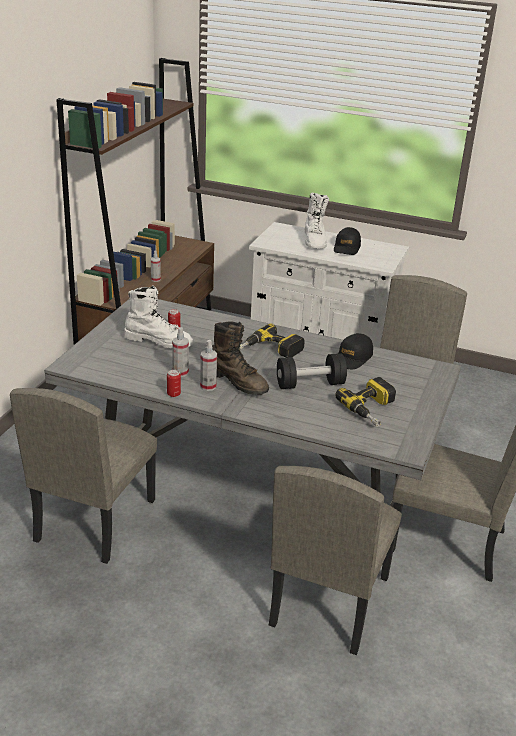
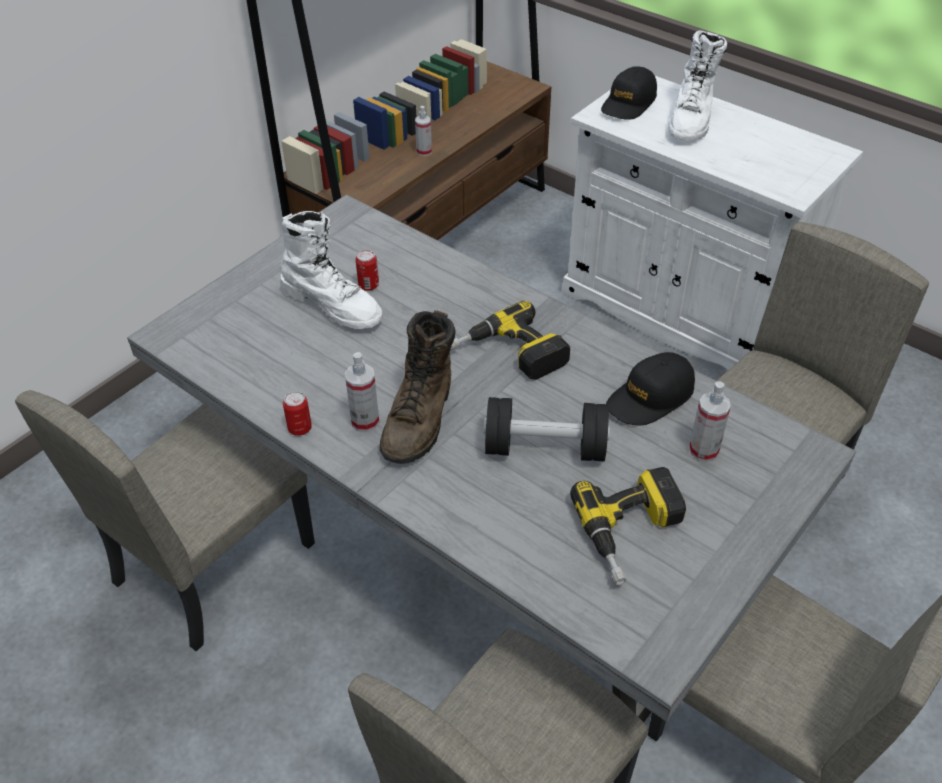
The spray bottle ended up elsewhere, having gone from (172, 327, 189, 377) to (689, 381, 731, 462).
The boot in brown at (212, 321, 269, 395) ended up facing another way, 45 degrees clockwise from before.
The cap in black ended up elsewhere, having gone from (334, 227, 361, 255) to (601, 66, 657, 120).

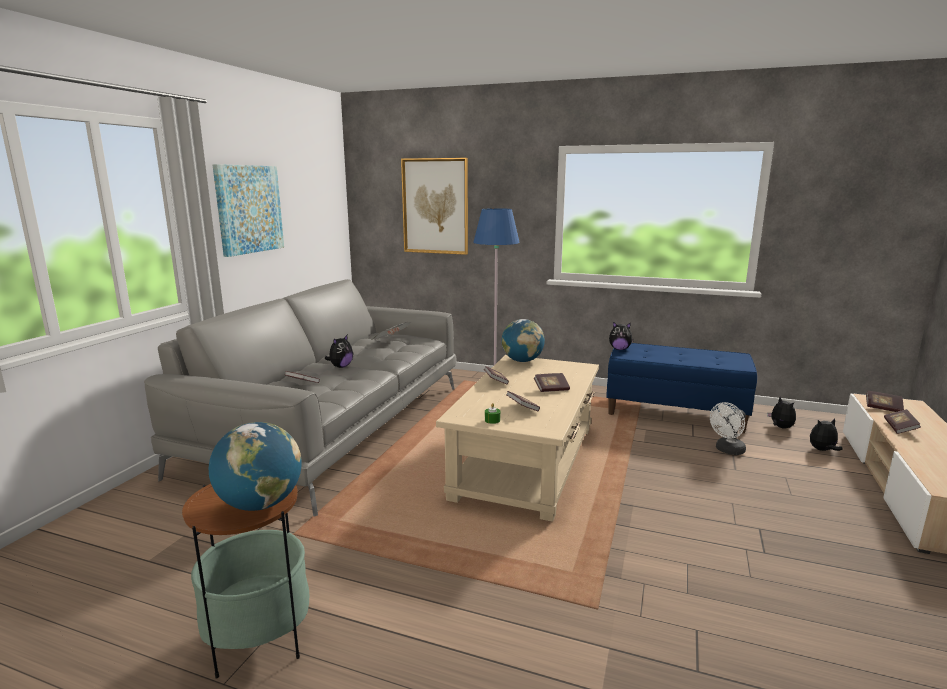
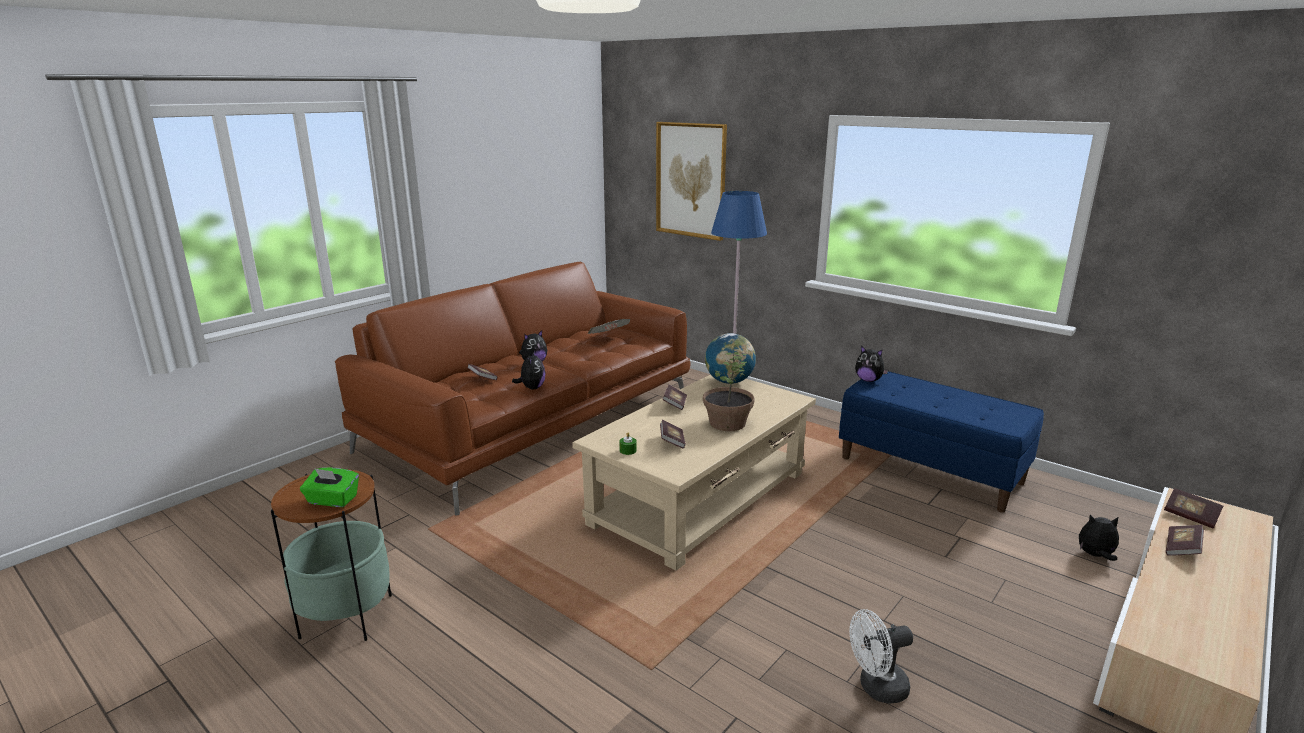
What was the sofa in grey at (144, 279, 457, 517) turned into the sofa in brown at (335, 262, 691, 516).
Where the globe stood at (209, 422, 302, 511), the tissue box in green came to stand at (300, 467, 359, 507).
The second view lost the picture at (213, 164, 284, 257).
Where the book stood at (534, 373, 570, 392), the potted plant came to stand at (703, 352, 755, 431).
The fan in white ended up elsewhere, having gone from (710, 402, 746, 455) to (849, 609, 913, 704).
The plush toy ended up elsewhere, having gone from (767, 397, 796, 429) to (512, 351, 546, 389).

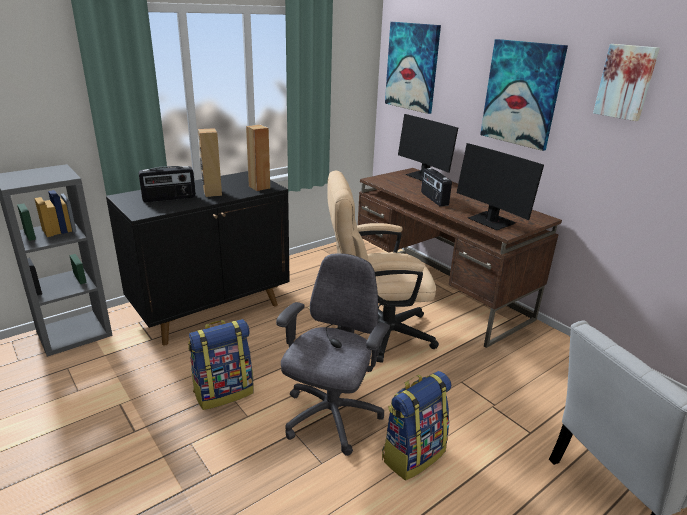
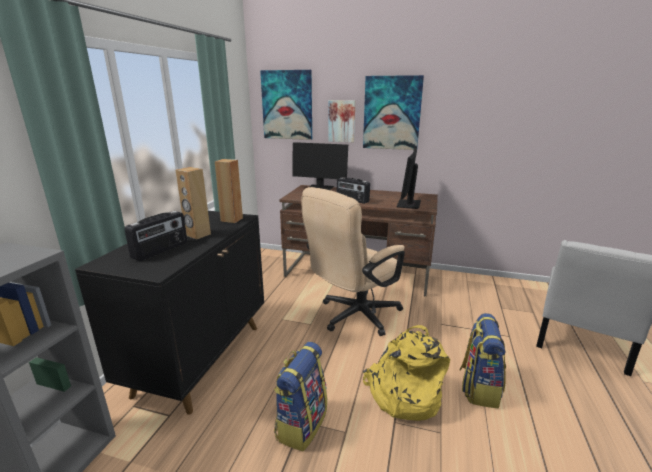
Where the office chair in grey stood at (276, 254, 390, 456), the backpack in yellow came to stand at (363, 325, 450, 421).
The monitor at (457, 143, 544, 230) ended up facing another way, 90 degrees clockwise from before.
The picture ended up elsewhere, having gone from (593, 44, 660, 121) to (328, 100, 355, 142).

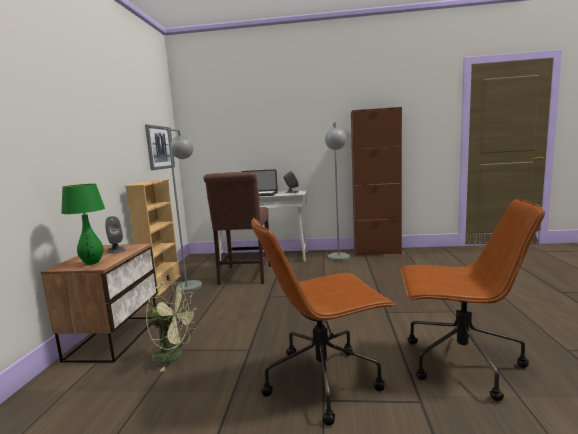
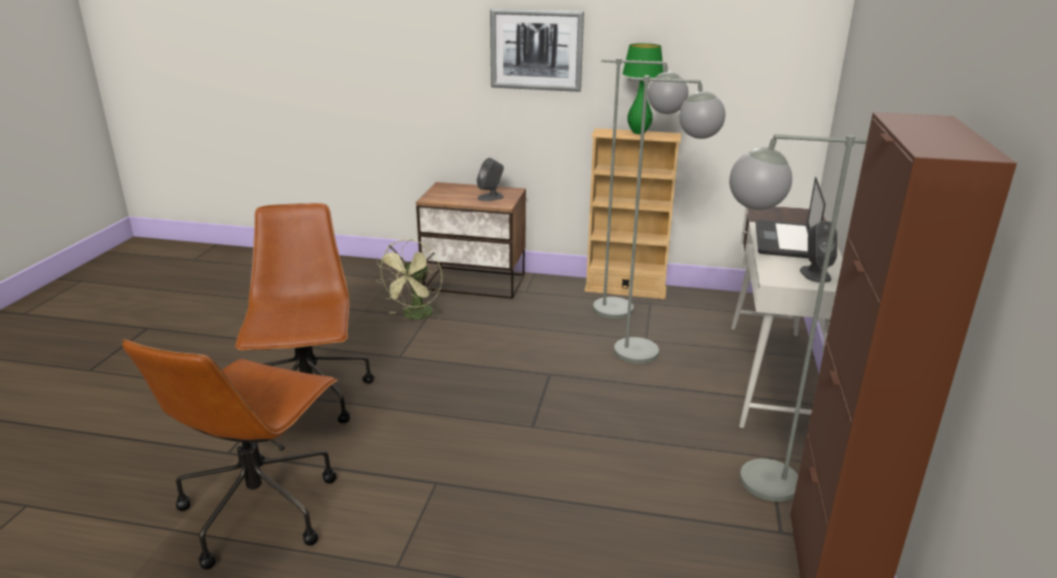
The table lamp in green ended up elsewhere, having gone from (61, 184, 105, 265) to (622, 43, 664, 134).
The picture ended up elsewhere, having gone from (145, 125, 175, 170) to (490, 8, 584, 92).
Where the chair in brown stood at (204, 172, 271, 285), the floor lamp in grey came to stand at (614, 75, 726, 364).

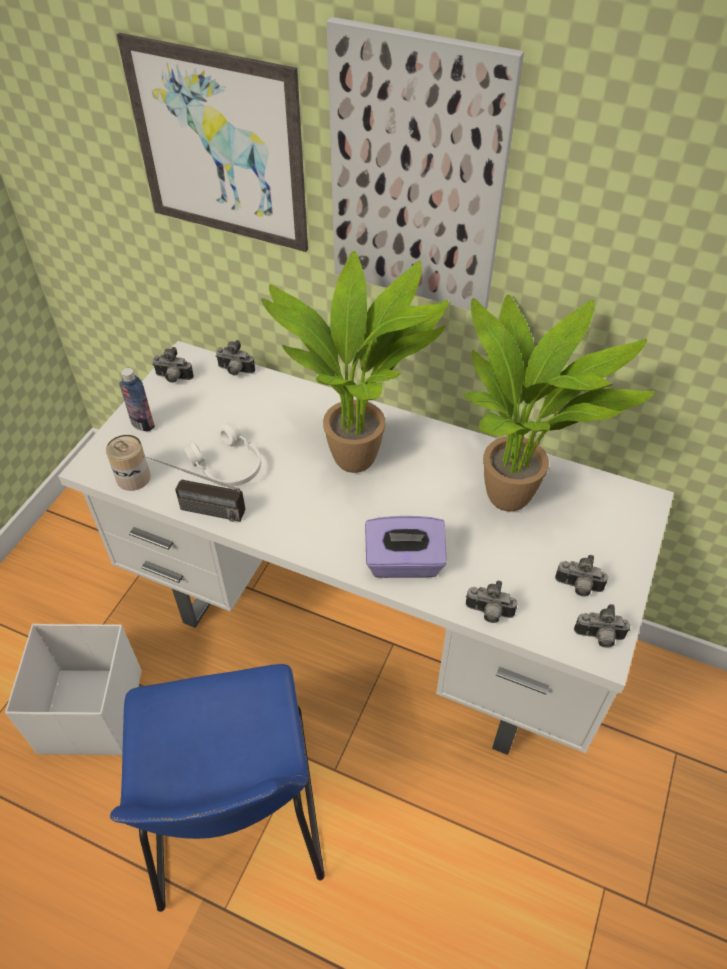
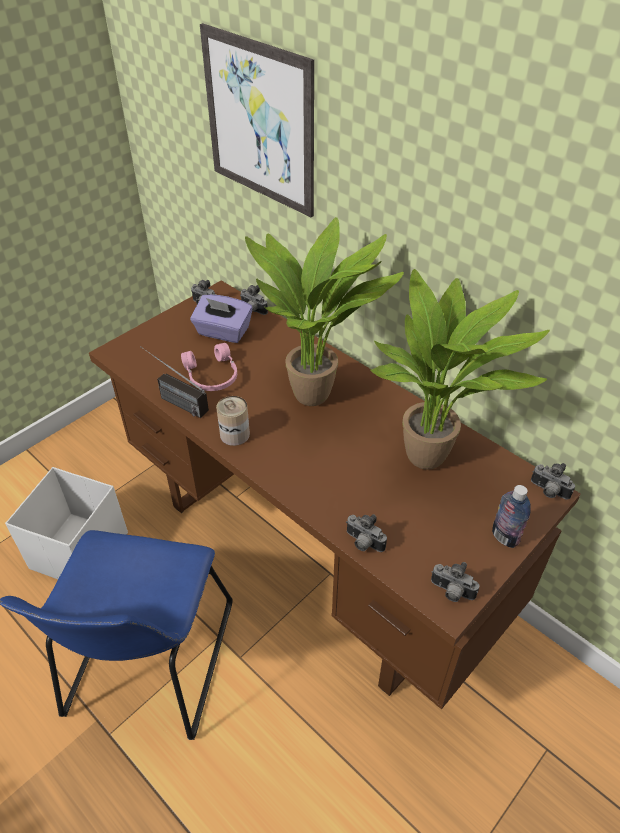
What was the desk in white at (58, 341, 674, 755) turned into the desk in brown at (89, 280, 581, 709).
The can ended up elsewhere, having gone from (106, 435, 151, 491) to (216, 396, 250, 446).
The bottle ended up elsewhere, having gone from (119, 368, 155, 431) to (492, 485, 531, 548).
What was the headphones in white at (183, 422, 261, 487) turned into the headphones in pink at (181, 343, 237, 391).
The second view lost the picture at (327, 17, 524, 310).
The tissue box in purple ended up elsewhere, having gone from (365, 516, 447, 578) to (190, 294, 253, 343).
The photo camera ended up elsewhere, having gone from (555, 555, 608, 597) to (531, 463, 575, 500).

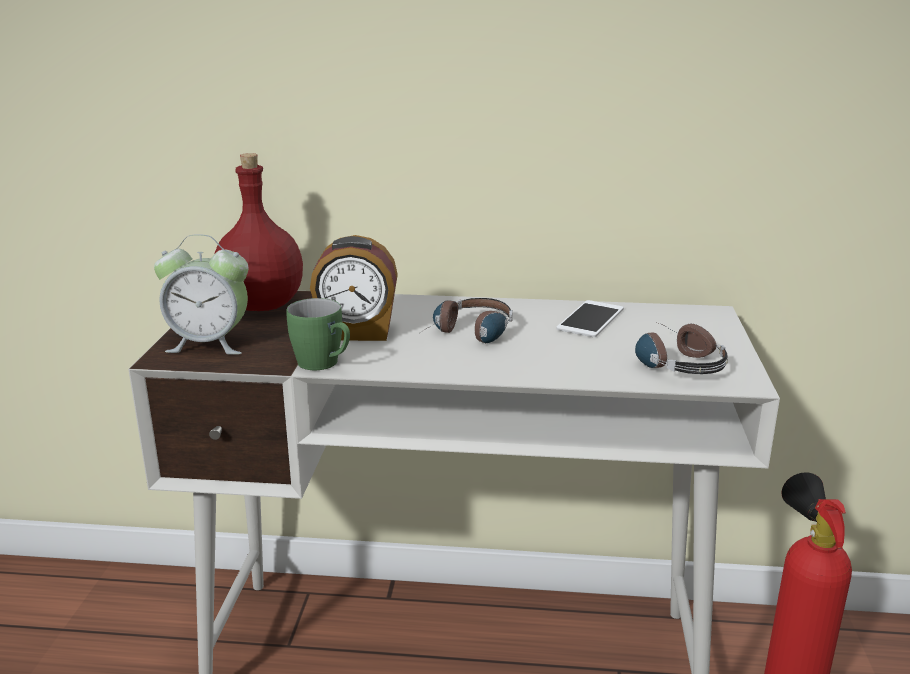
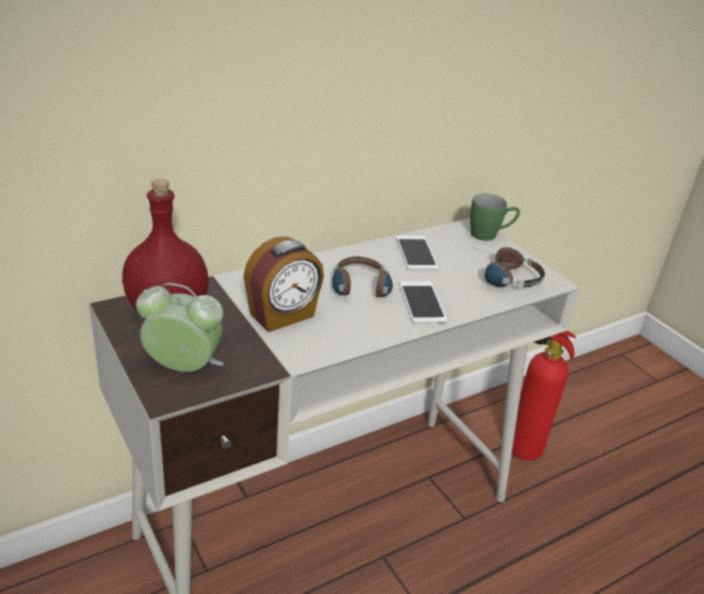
The alarm clock at (154, 234, 248, 355) ended up facing another way, 135 degrees counterclockwise from before.
The mug in green ended up elsewhere, having gone from (286, 298, 350, 370) to (470, 194, 520, 241).
The second view gained the phone at (399, 281, 447, 323).

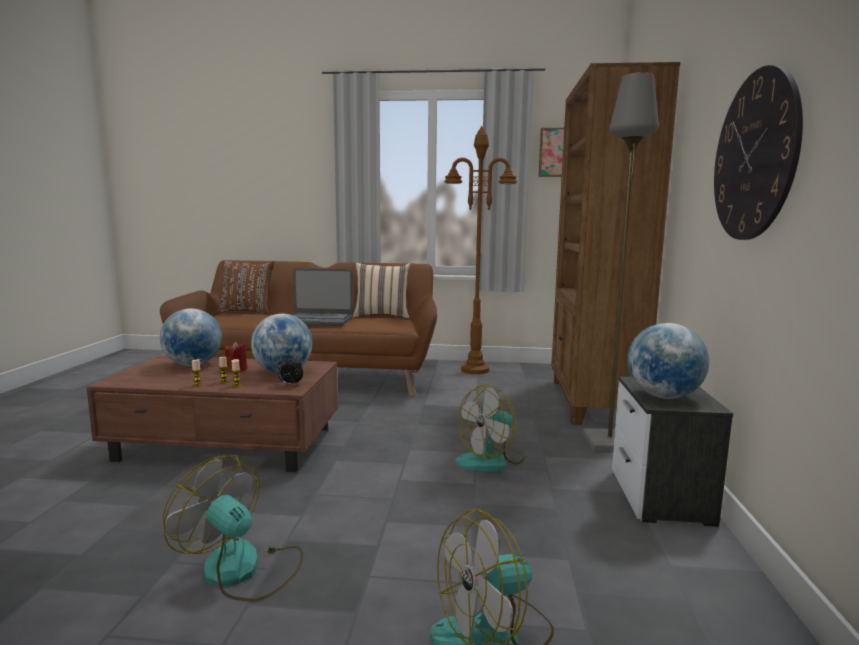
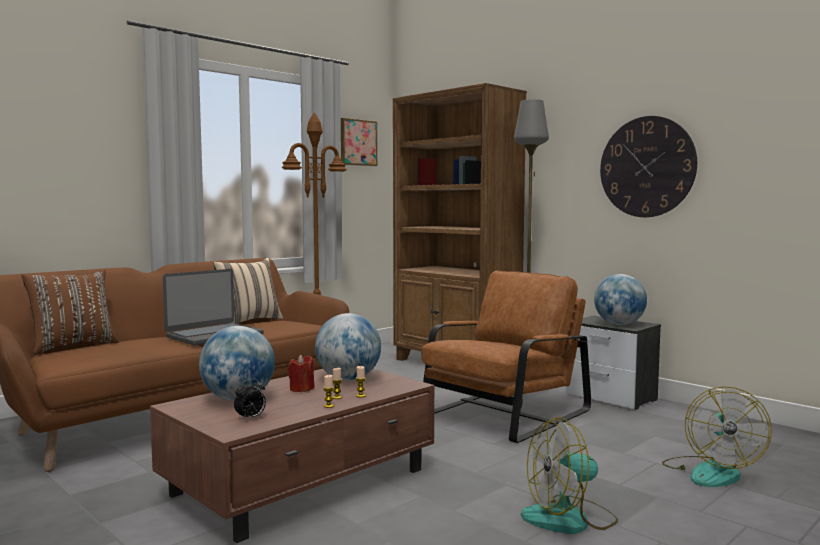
The alarm clock ended up elsewhere, having gone from (278, 354, 304, 385) to (234, 379, 266, 421).
Where the fan stood at (455, 384, 525, 472), the armchair in brown came to stand at (421, 270, 591, 443).

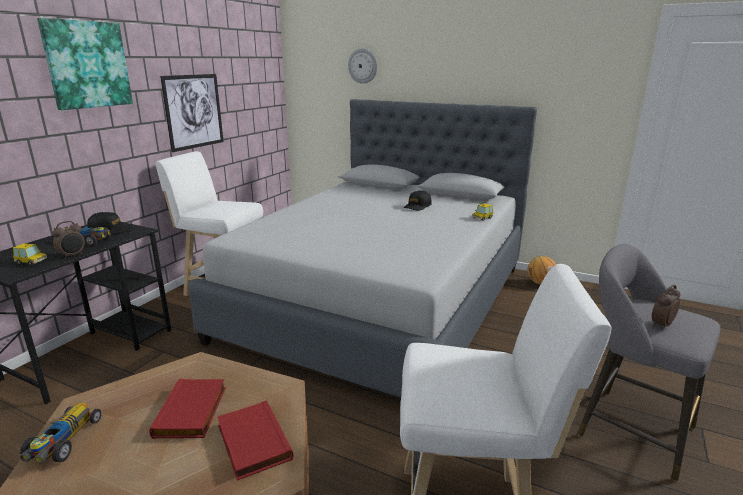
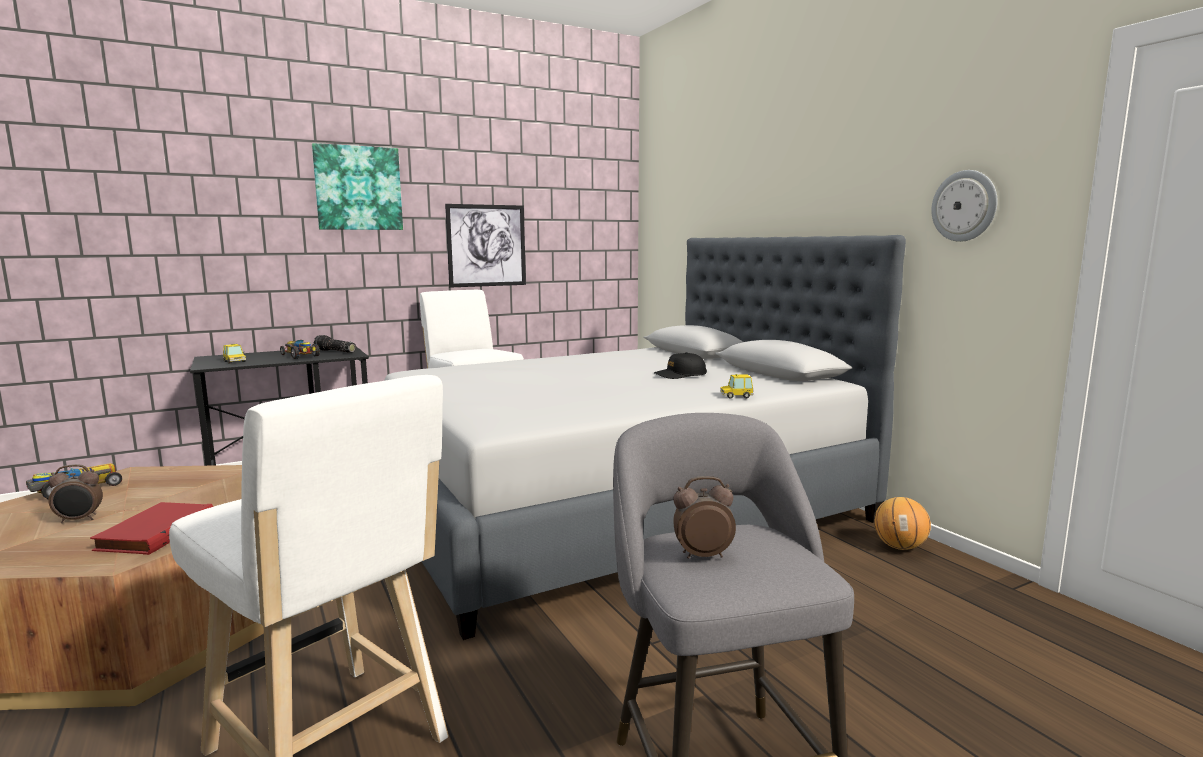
The alarm clock ended up elsewhere, having gone from (53, 221, 85, 259) to (48, 464, 103, 523).
Where the cap in black stood at (87, 212, 132, 235), the flashlight came to stand at (314, 335, 356, 353).
The second view lost the book in red at (149, 379, 226, 439).
The wall clock ended up elsewhere, having gone from (348, 48, 377, 84) to (931, 170, 998, 242).

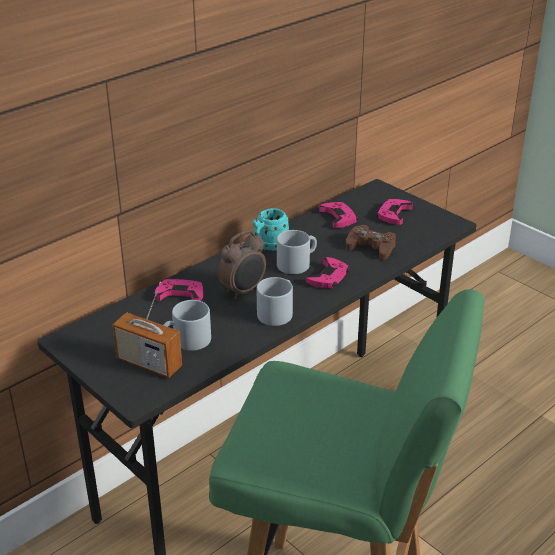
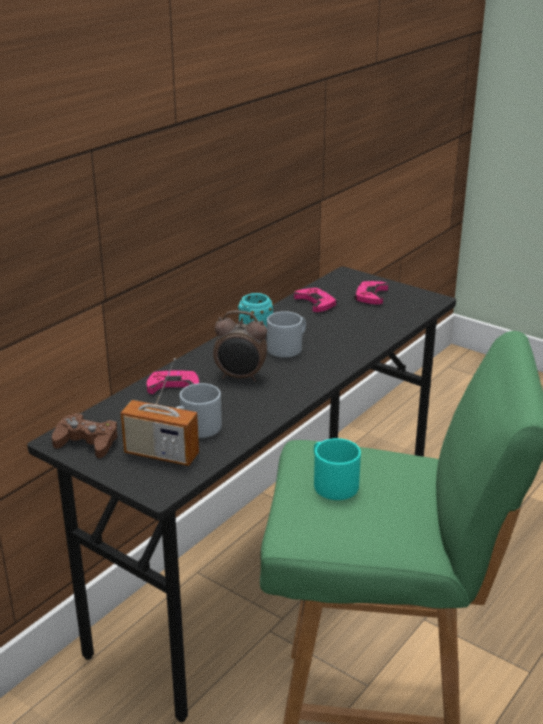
The alarm clock at (218, 230, 266, 299) ended up facing another way, 60 degrees clockwise from before.
The second view lost the mug in grey at (257, 277, 293, 326).
The second view lost the game controller in pink at (306, 257, 349, 289).
The game controller in brown ended up elsewhere, having gone from (346, 225, 396, 260) to (52, 413, 118, 458).
The second view gained the mug in turquoise at (314, 438, 361, 500).

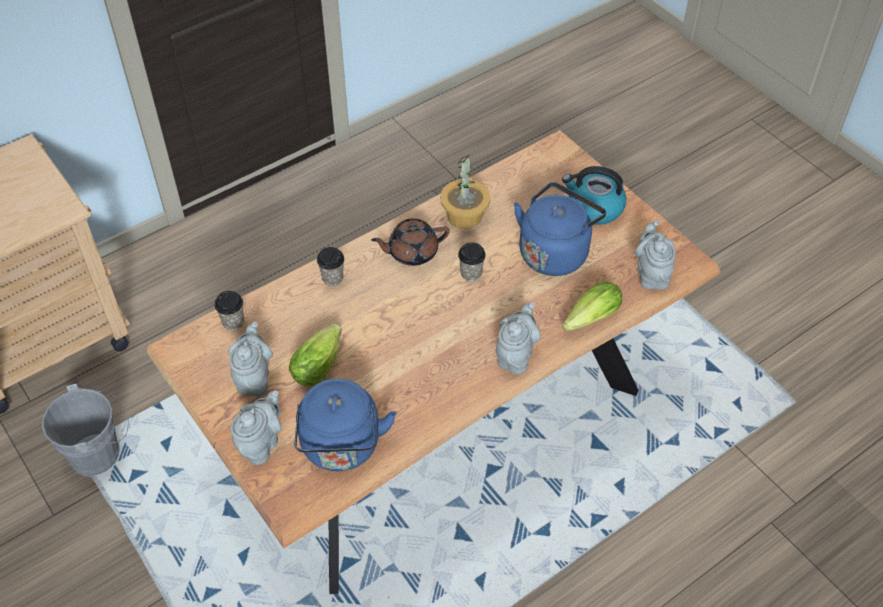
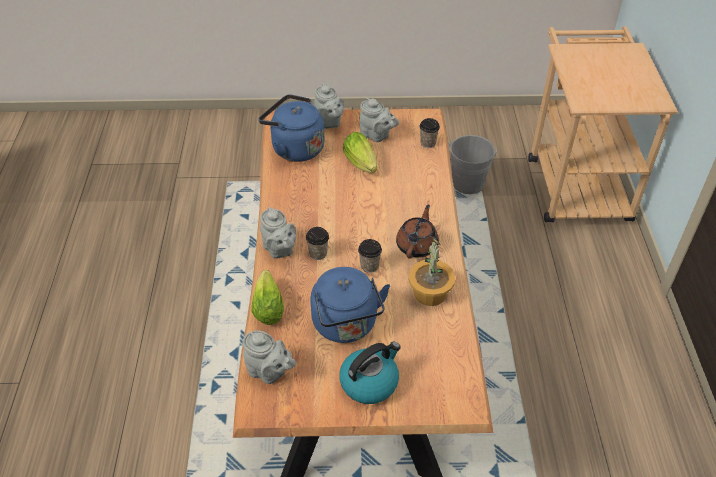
The cup ended up elsewhere, having gone from (317, 247, 344, 286) to (306, 227, 329, 260).

